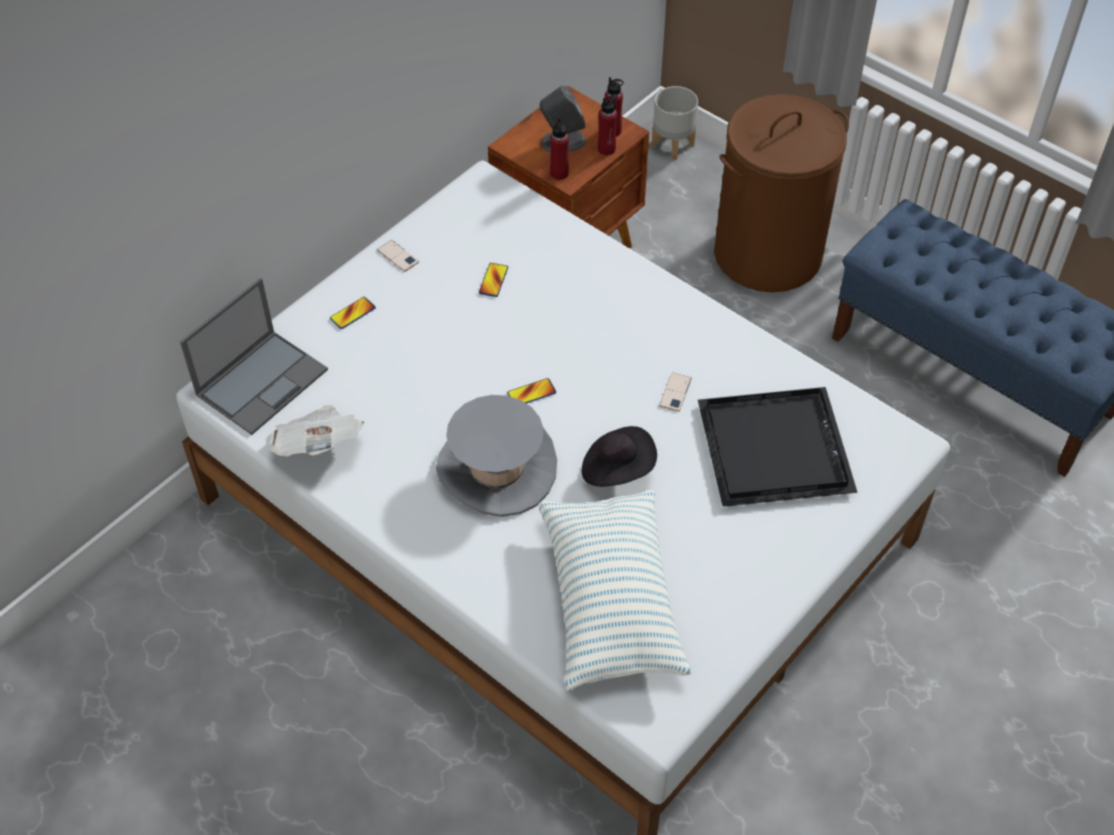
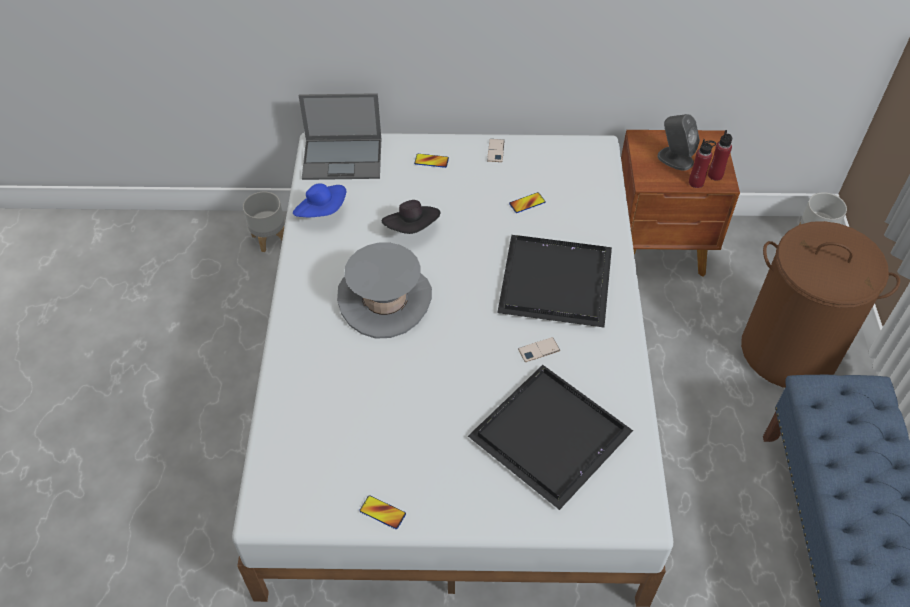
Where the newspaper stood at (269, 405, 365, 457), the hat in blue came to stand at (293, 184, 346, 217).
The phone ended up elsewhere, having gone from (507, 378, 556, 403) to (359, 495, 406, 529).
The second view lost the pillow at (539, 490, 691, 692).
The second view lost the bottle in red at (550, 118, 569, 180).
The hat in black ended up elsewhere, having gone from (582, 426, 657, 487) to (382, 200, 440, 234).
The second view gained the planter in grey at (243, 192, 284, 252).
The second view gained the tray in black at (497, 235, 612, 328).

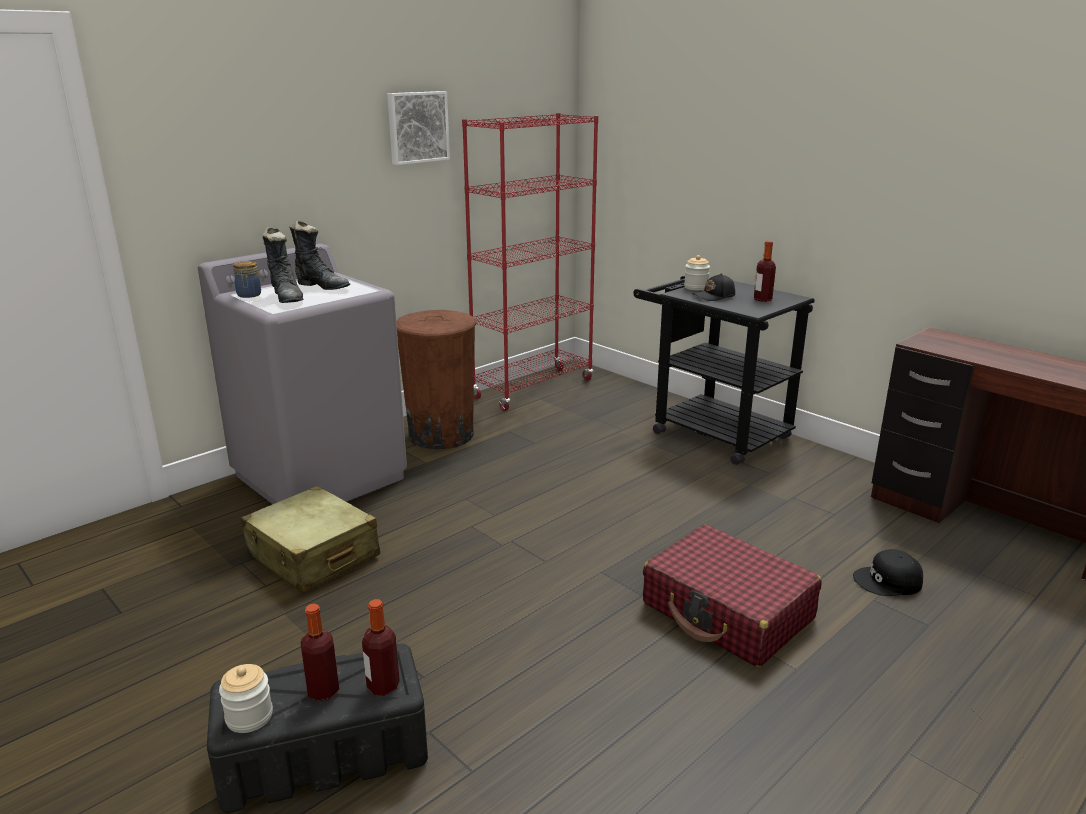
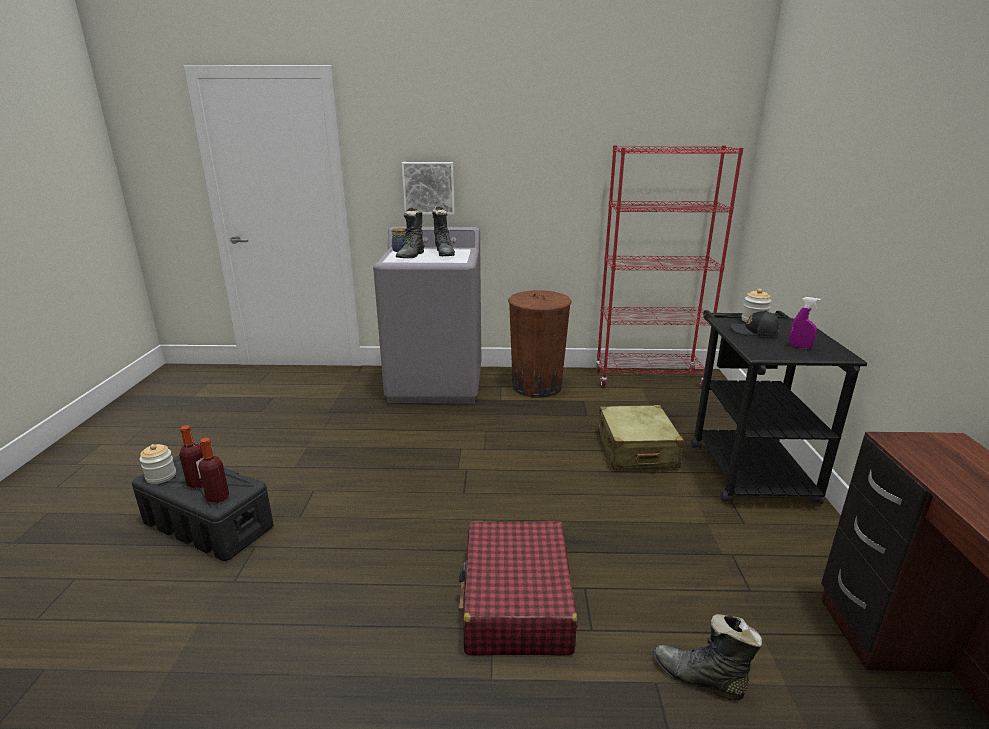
The suitcase in beige ended up elsewhere, having gone from (241, 486, 380, 593) to (598, 405, 684, 470).
The picture ended up elsewhere, having gone from (387, 91, 450, 165) to (402, 162, 455, 215).
Where the bottle stood at (754, 241, 776, 302), the spray bottle in purple came to stand at (789, 297, 821, 349).
Where the cap in black stood at (853, 549, 923, 596), the boot in black came to stand at (654, 614, 762, 700).

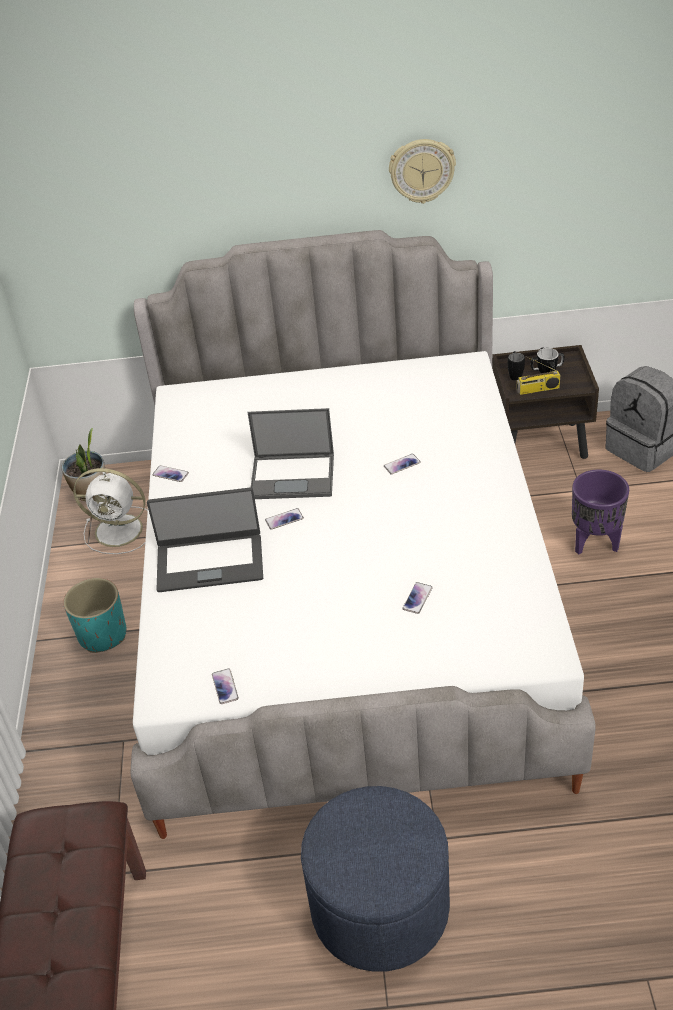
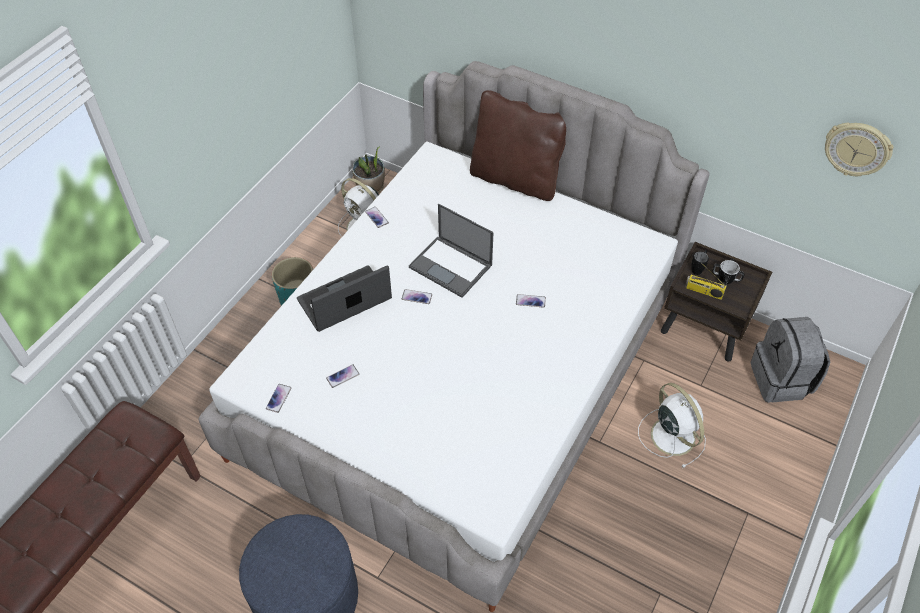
The laptop at (147, 487, 263, 592) ended up facing another way, 120 degrees clockwise from before.
The wall clock ended up elsewhere, having gone from (389, 139, 456, 204) to (825, 123, 893, 176).
The phone ended up elsewhere, having gone from (402, 582, 433, 614) to (326, 365, 359, 388).
Where the planter in purple stood at (572, 470, 629, 555), the fan in white came to stand at (638, 383, 706, 468).
The second view gained the pillow in brown at (470, 90, 566, 201).

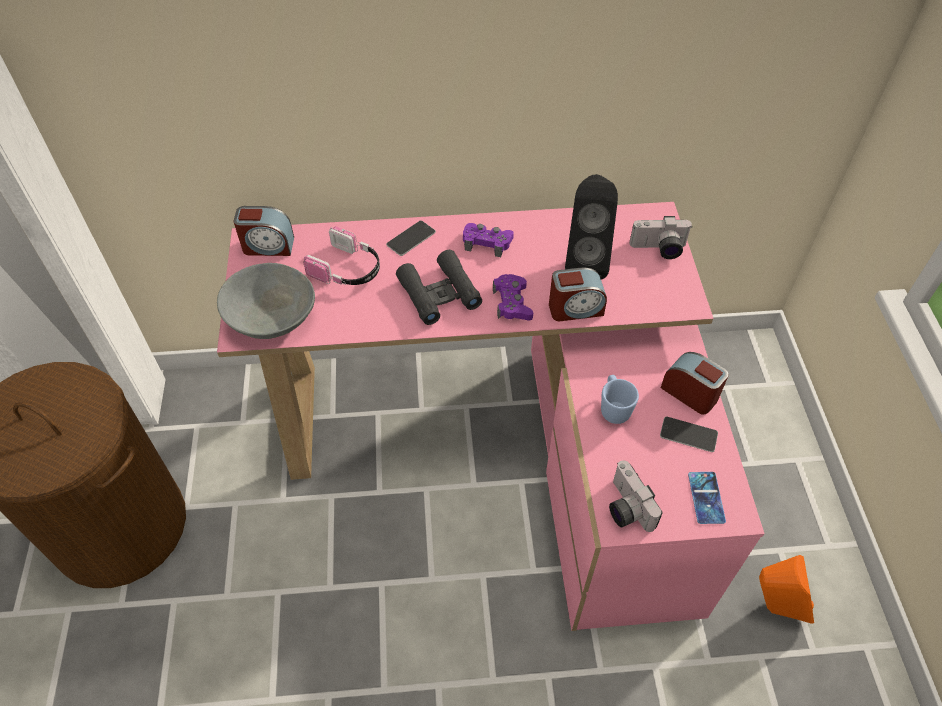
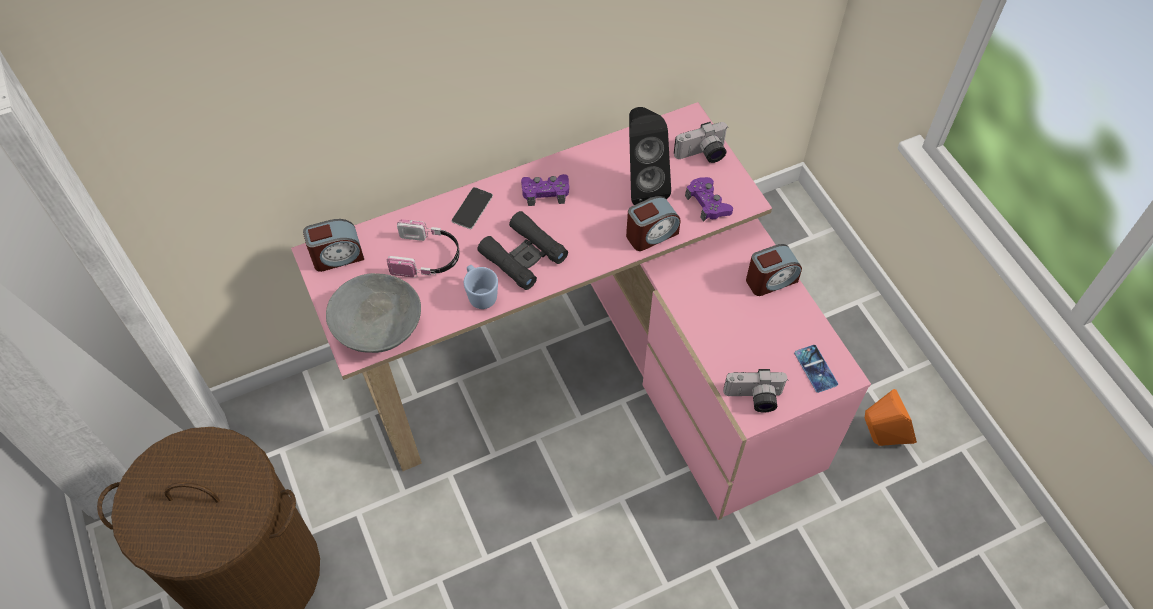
The game controller in purple ended up elsewhere, having gone from (493, 274, 533, 320) to (685, 177, 733, 222).
The mug in blue ended up elsewhere, having gone from (601, 375, 639, 424) to (464, 265, 498, 309).
The photo camera at (609, 460, 662, 532) ended up facing another way, 45 degrees counterclockwise from before.
The second view lost the phone at (660, 416, 718, 452).
The alarm clock at (661, 352, 728, 414) ended up facing another way, 135 degrees clockwise from before.

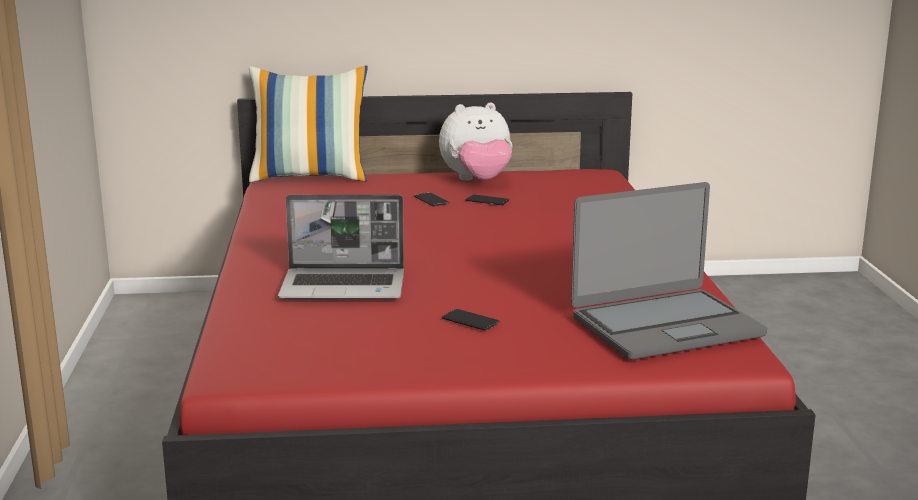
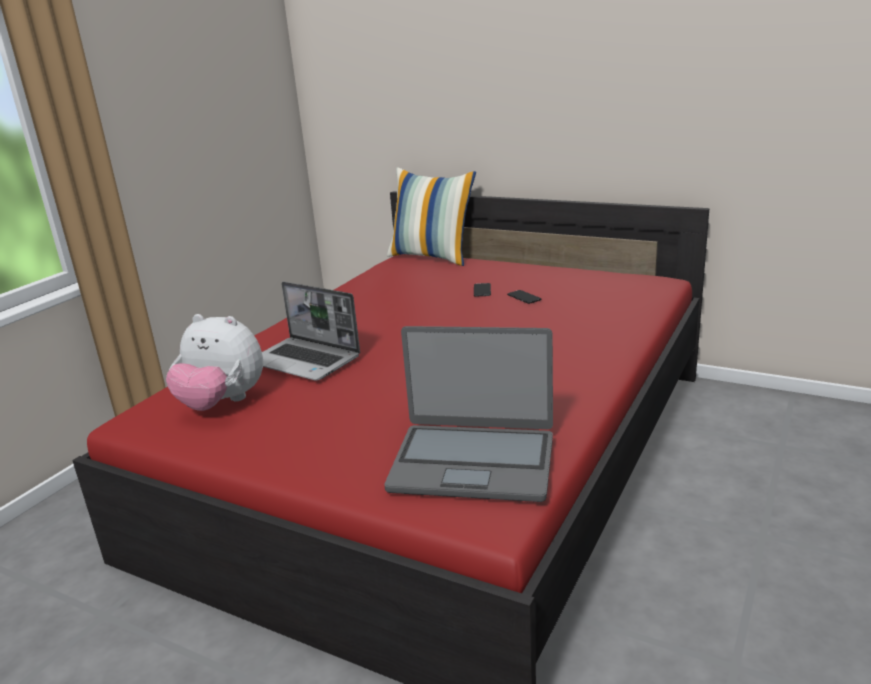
The plush toy ended up elsewhere, having gone from (439, 103, 512, 181) to (166, 314, 263, 411).
The second view lost the phone at (442, 309, 500, 330).

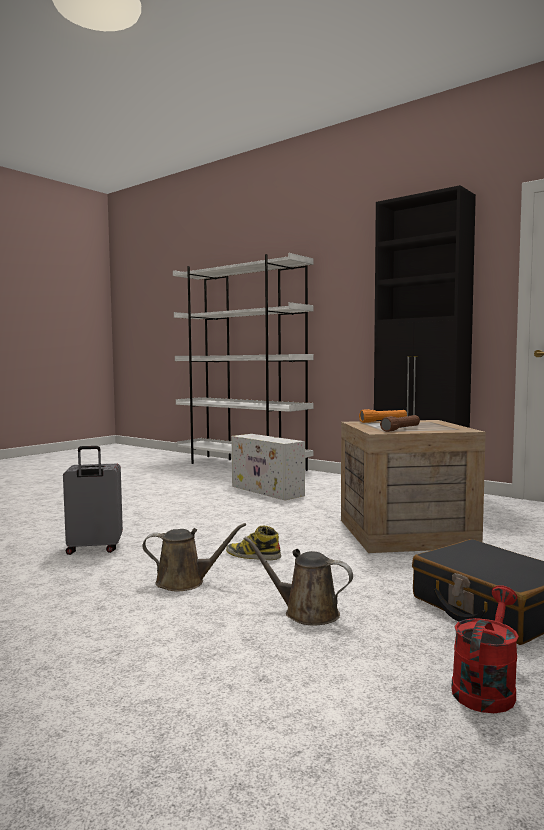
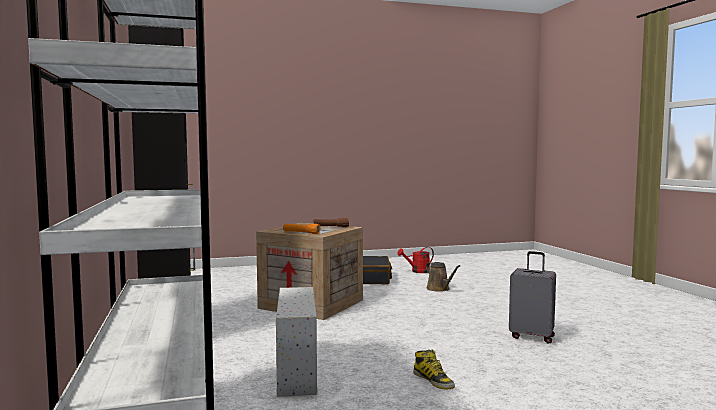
The second view lost the watering can in brown at (142, 523, 246, 591).
The boot ended up elsewhere, having gone from (226, 526, 281, 560) to (413, 350, 455, 390).

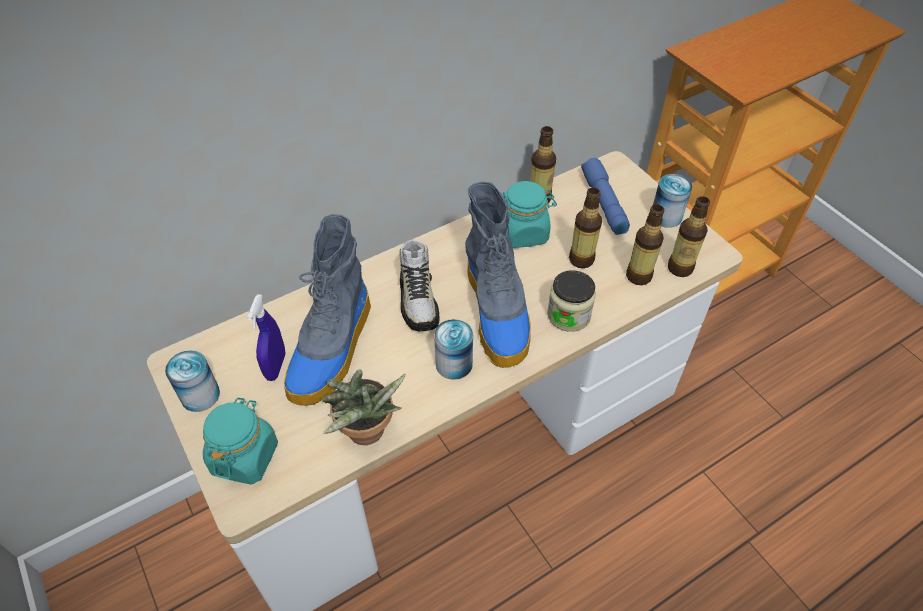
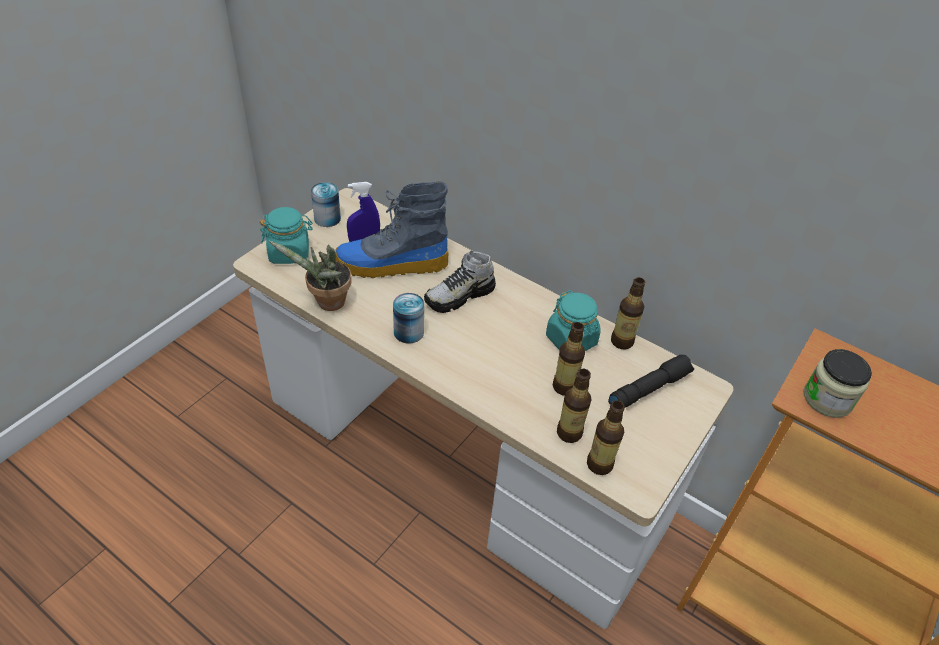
The second view lost the boot at (465, 181, 531, 368).
The jar ended up elsewhere, having gone from (547, 270, 596, 332) to (803, 349, 872, 418).
What was the flashlight in blue at (581, 158, 630, 235) turned into the flashlight in black at (608, 355, 694, 407).
The second view lost the can at (653, 174, 692, 228).

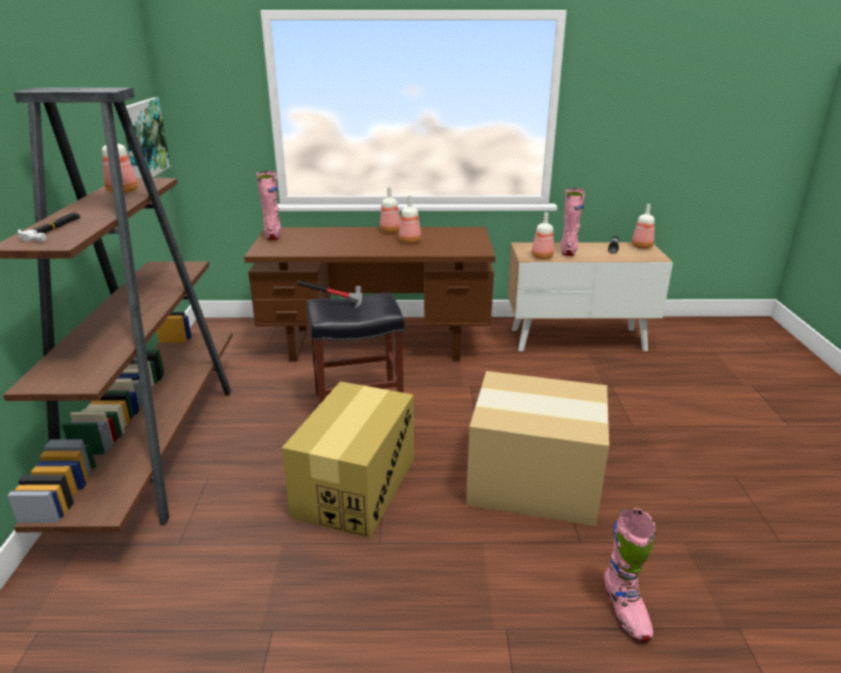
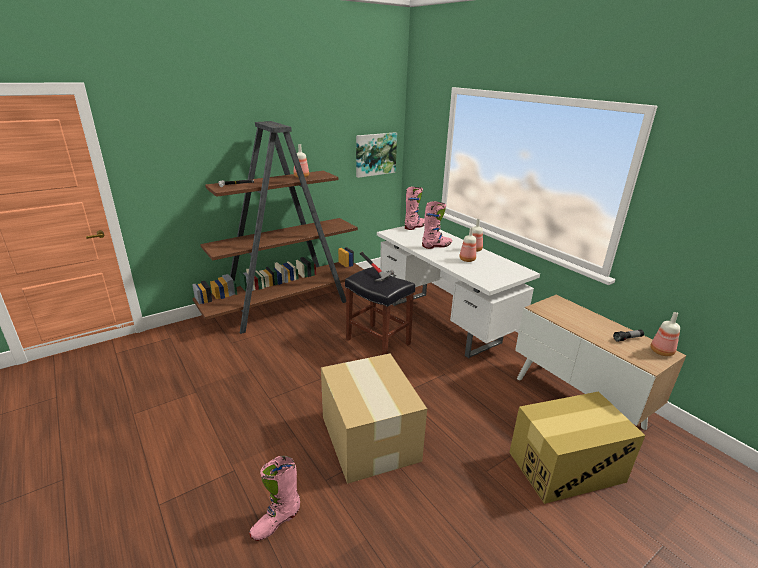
What was the desk in brown at (244, 227, 495, 362) turned into the desk in white at (377, 225, 540, 358).
The cardboard box ended up elsewhere, having gone from (282, 381, 414, 538) to (509, 391, 645, 504).
The second view lost the bottle at (532, 212, 554, 259).
The boot in pink ended up elsewhere, having gone from (561, 188, 585, 256) to (422, 201, 452, 249).

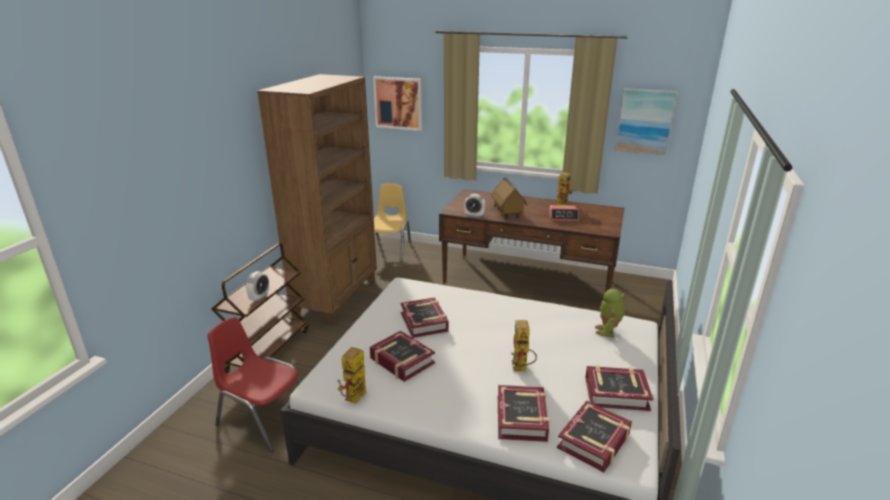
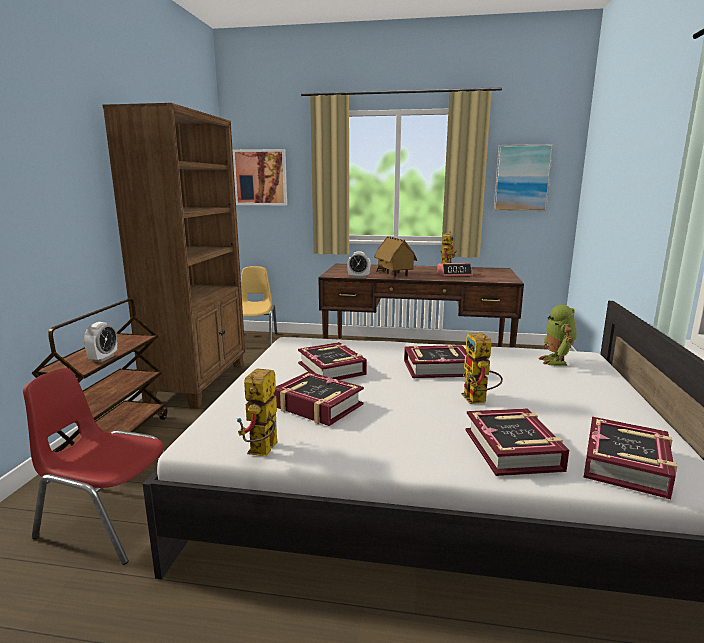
The book ended up elsewhere, having gone from (585, 365, 653, 411) to (404, 344, 468, 378).

